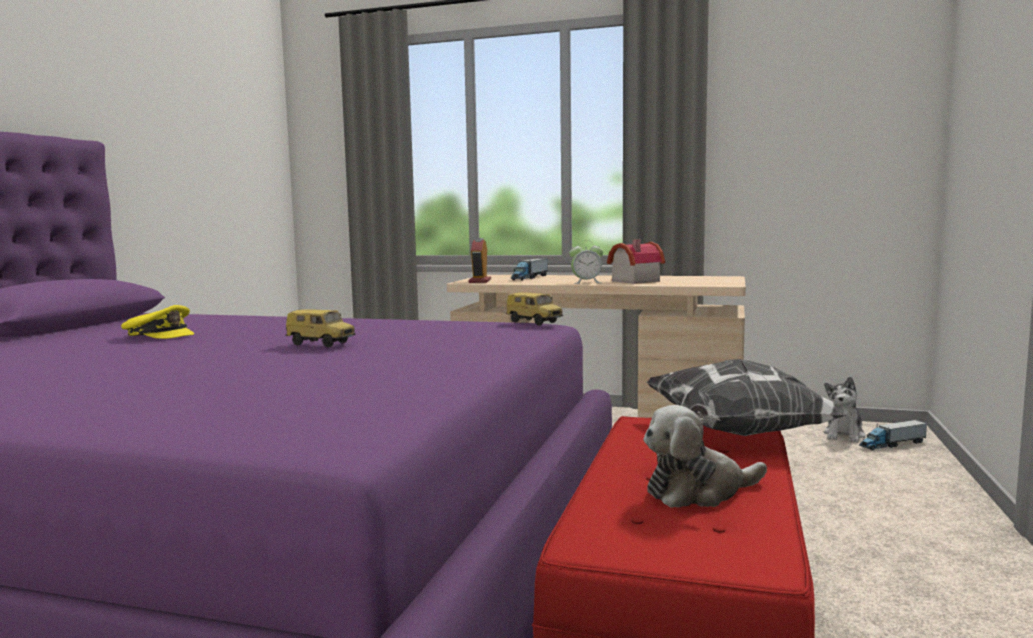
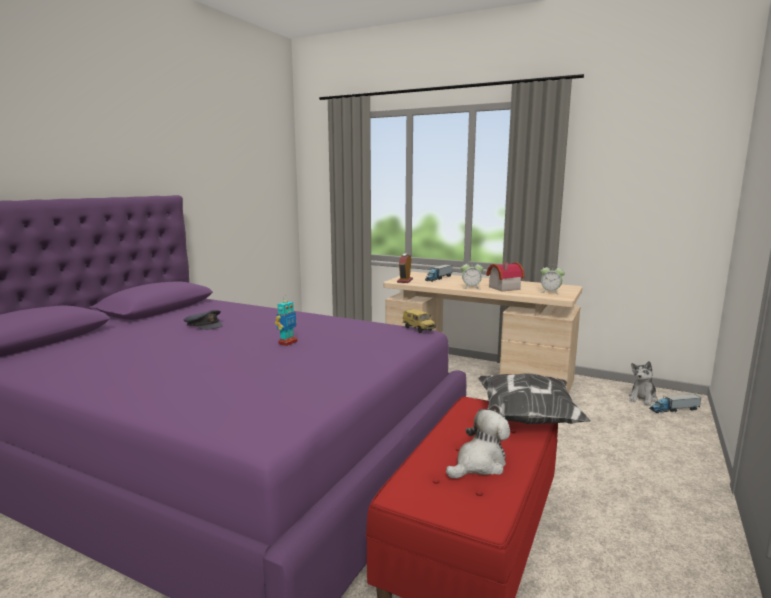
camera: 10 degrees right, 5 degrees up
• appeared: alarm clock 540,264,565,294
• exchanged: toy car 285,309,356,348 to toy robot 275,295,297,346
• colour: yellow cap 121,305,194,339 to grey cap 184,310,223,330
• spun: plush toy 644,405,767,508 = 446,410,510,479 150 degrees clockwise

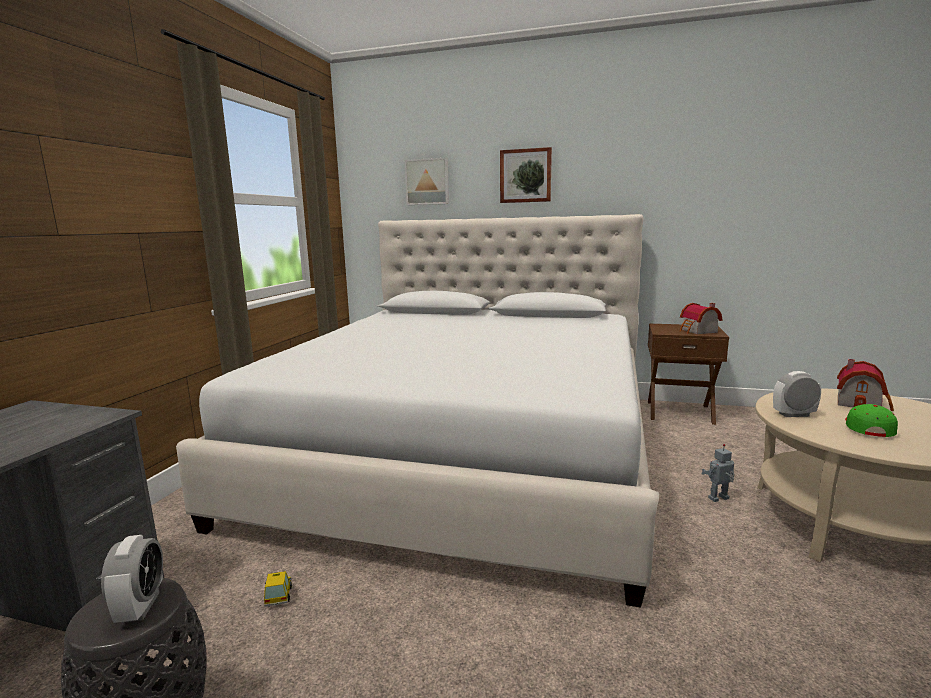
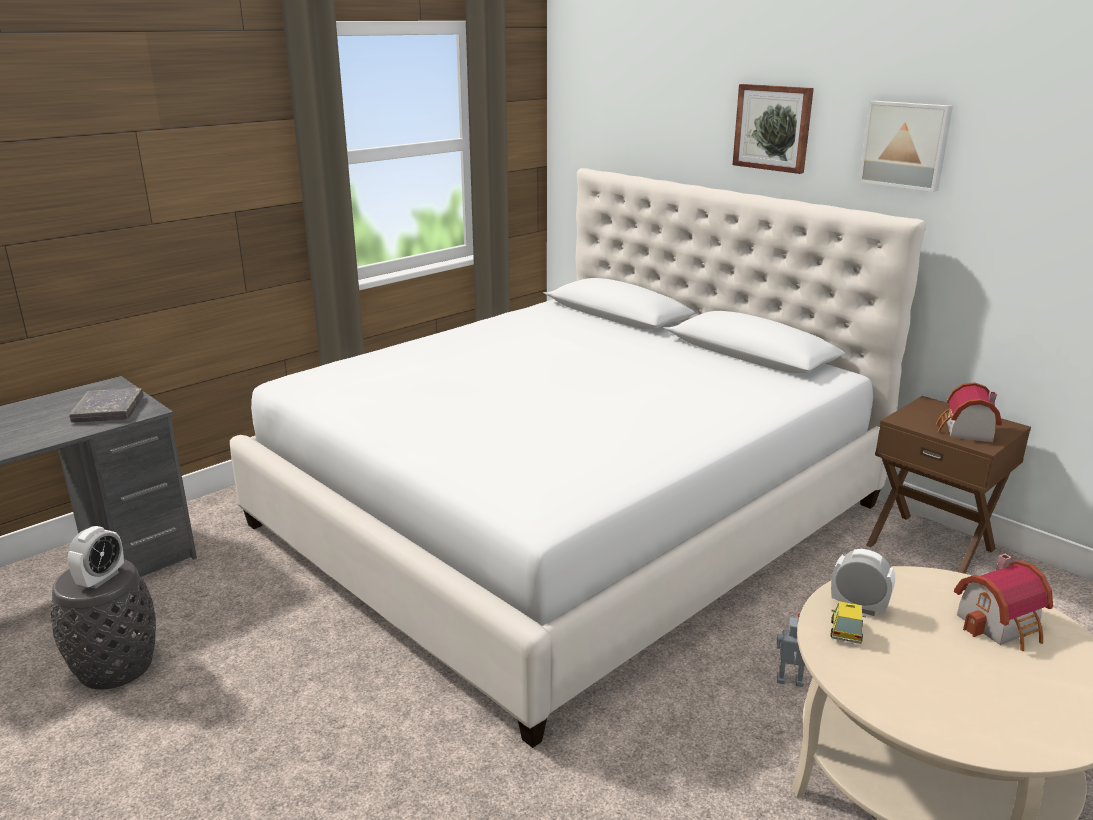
camera: 30 degrees right, 10 degrees up
• missing: green cap 845,404,898,437
• appeared: grey book 69,388,144,423
• relocated: toy car 264,571,292,607 to 830,601,866,644
• relocated: picture 405,158,449,205 to 858,101,953,192

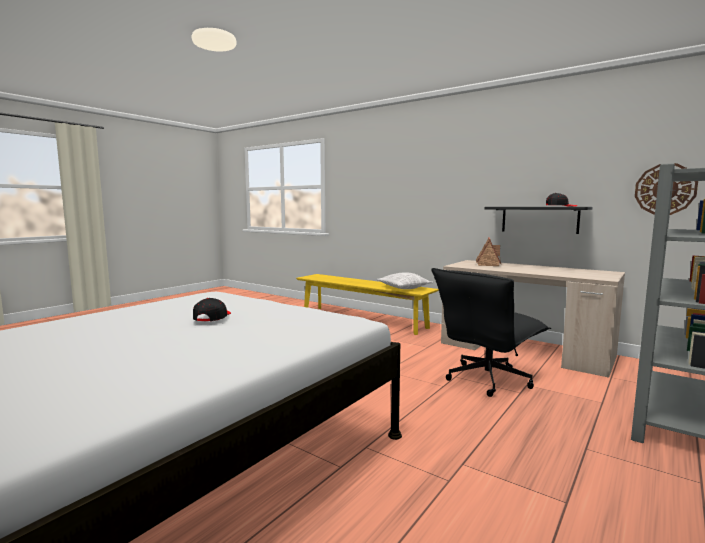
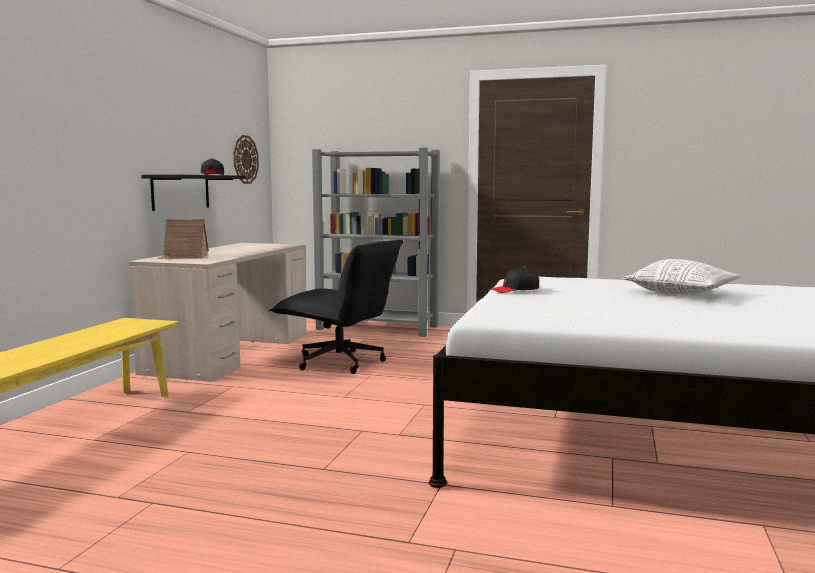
camera: 110 degrees left, 0 degrees up
• relocated: black cap 193,298,231,321 to 490,266,539,293
• relocated: pillow 376,272,433,289 to 622,259,741,294

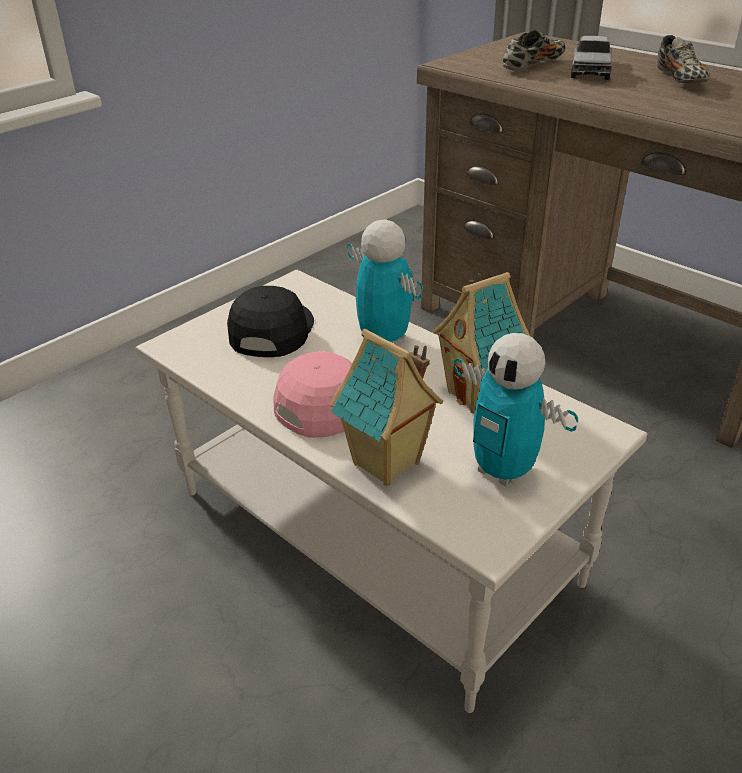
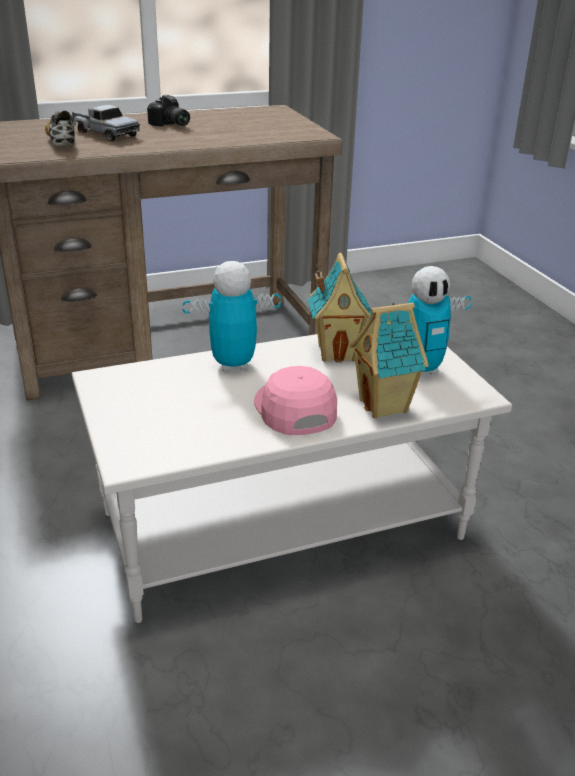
camera: 65 degrees left, 5 degrees down
• missing: black cap 227,286,314,357
• exchanged: shoe 657,35,710,84 to photo camera 147,95,190,127

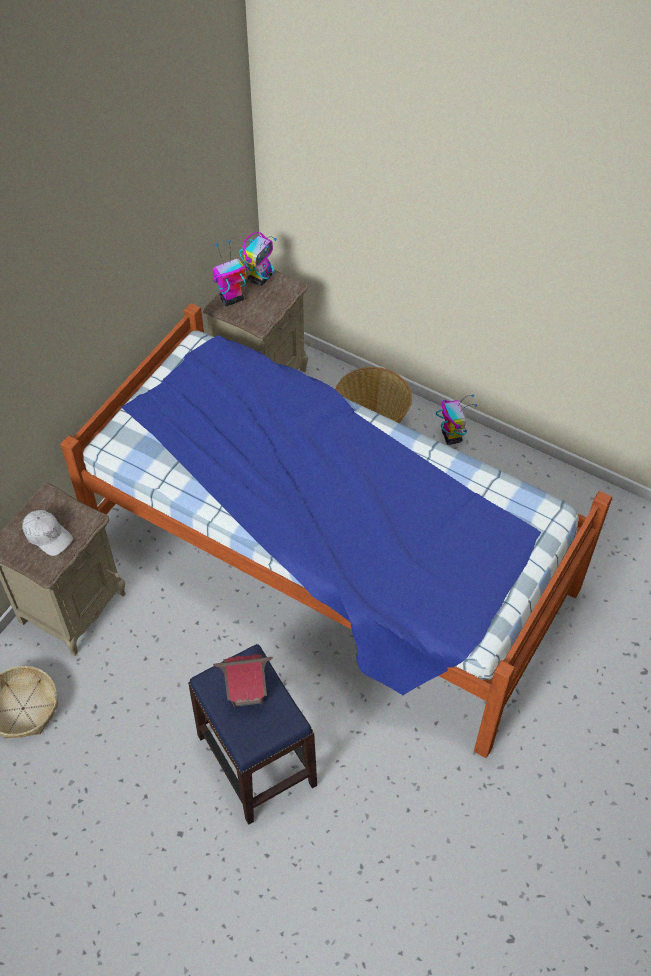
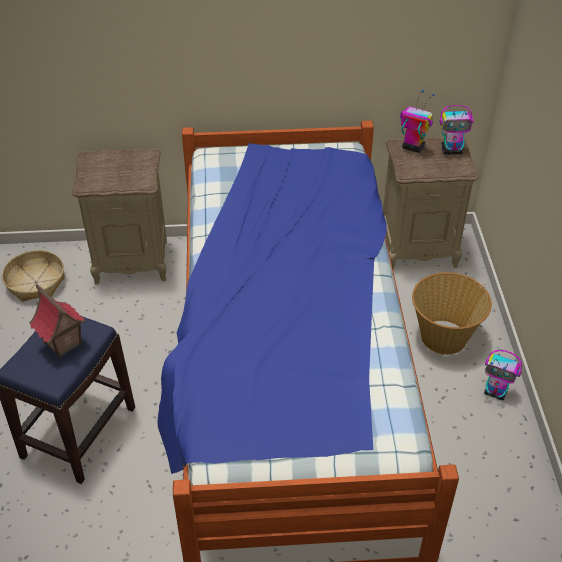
camera: 55 degrees right, 10 degrees down
• missing: white cap 22,510,73,556
• spun: toy robot 436,395,477,445 = 484,350,522,401 75 degrees clockwise

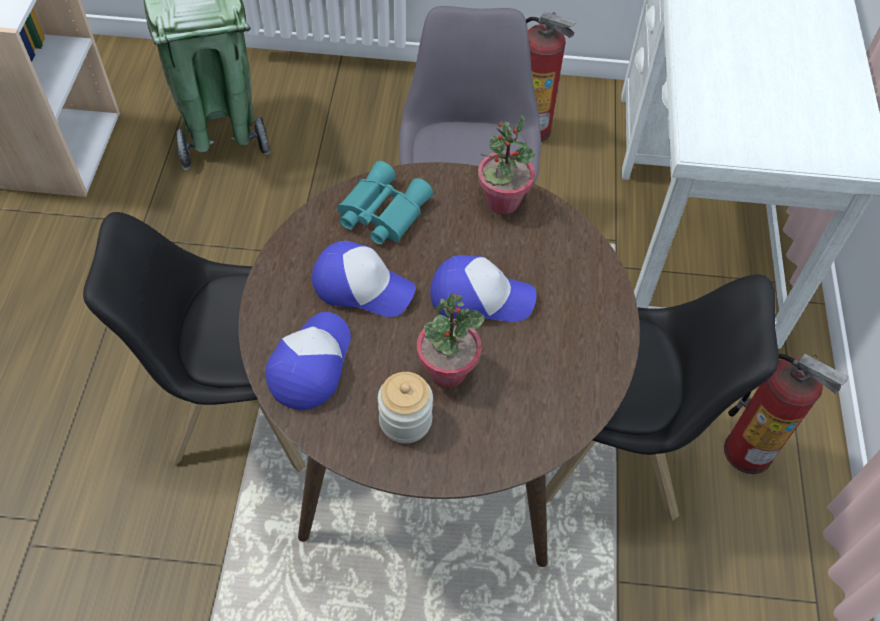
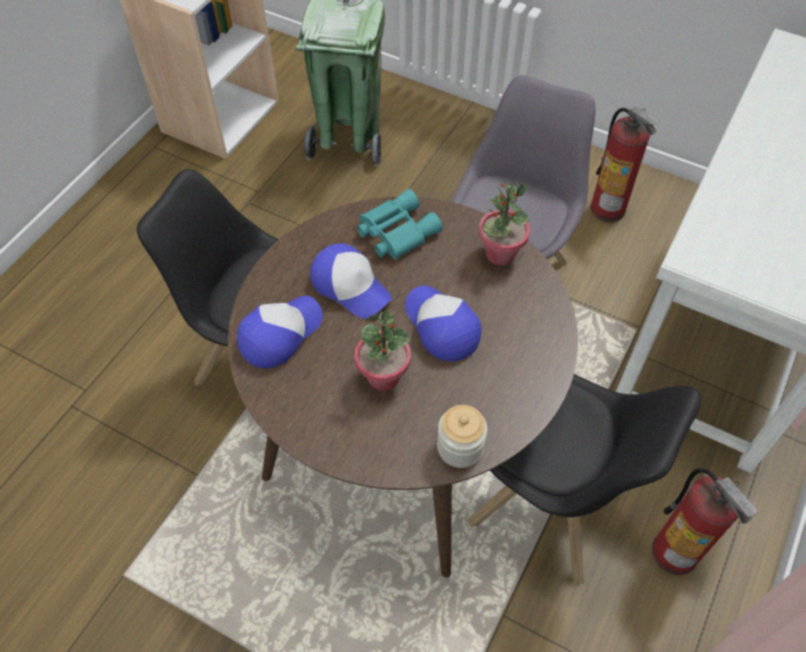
camera: 25 degrees right, 0 degrees up
• relocated: jar 378,372,433,444 to 437,405,487,468
• spun: cap 430,255,537,322 = 405,285,482,362 150 degrees counterclockwise

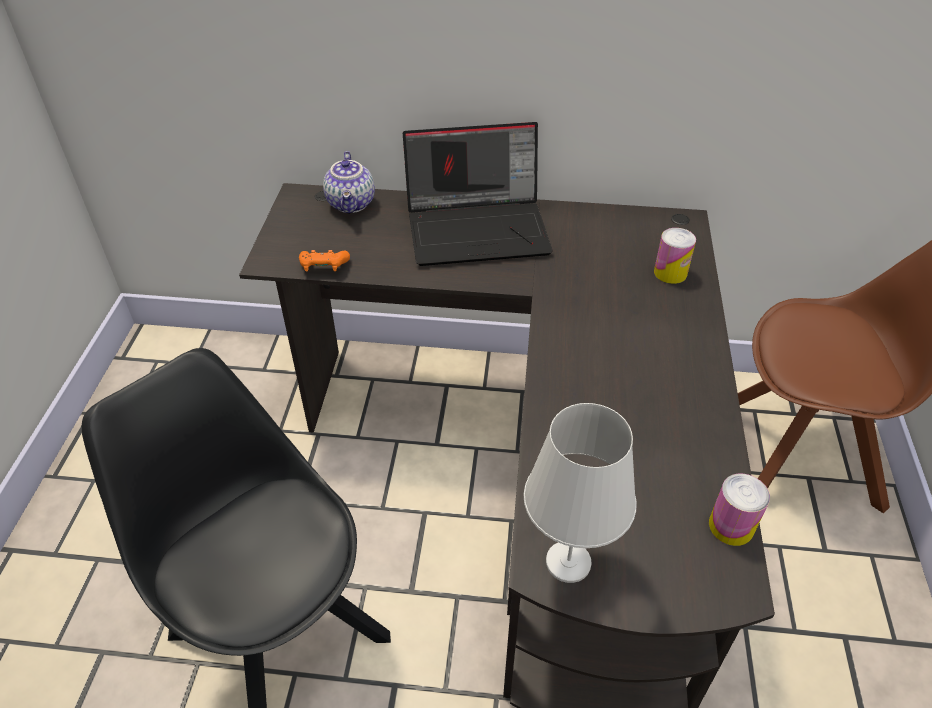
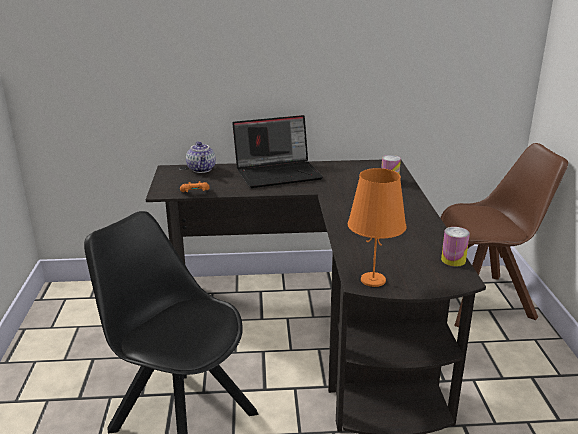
camera: 10 degrees left, 20 degrees down
• colour: white table lamp 523,403,637,583 to orange table lamp 348,168,406,287

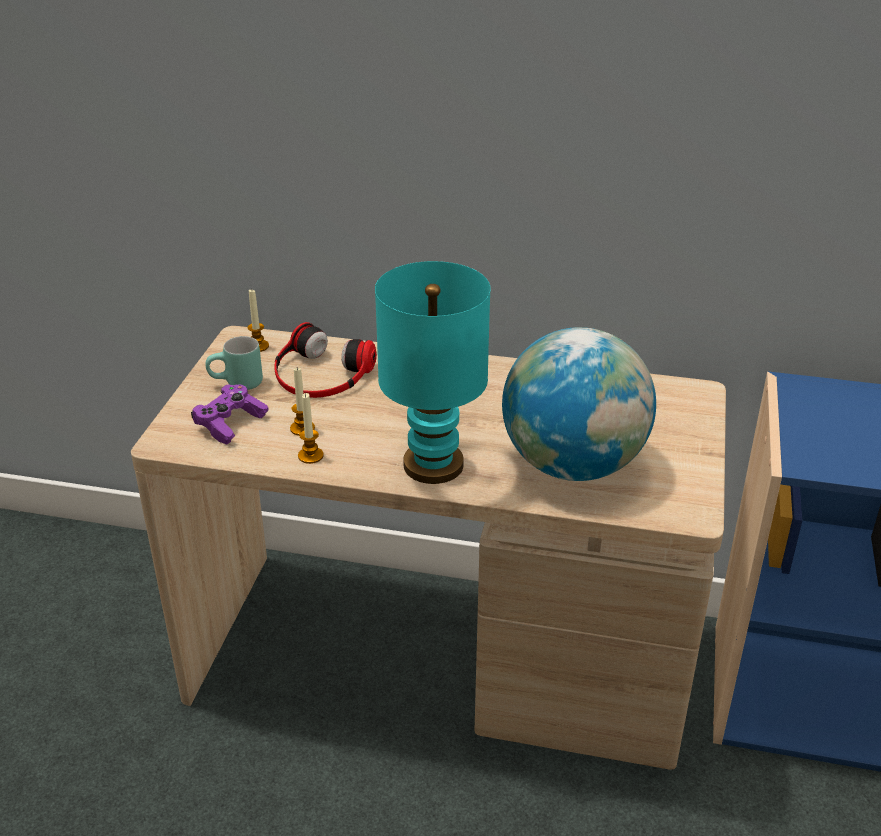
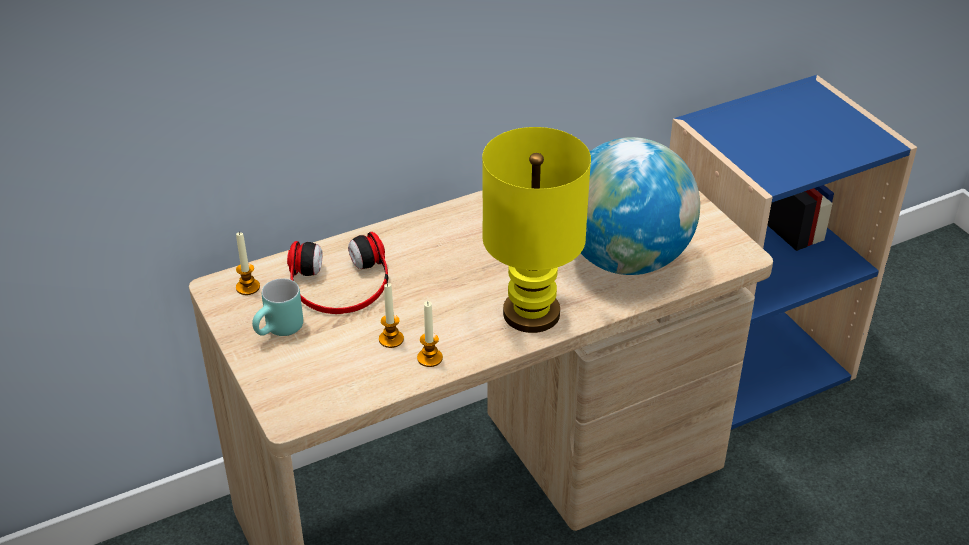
camera: 40 degrees left, 5 degrees up
• missing: purple game controller 191,384,269,445
• colour: turquoise table lamp 375,261,491,484 to yellow table lamp 482,127,591,333

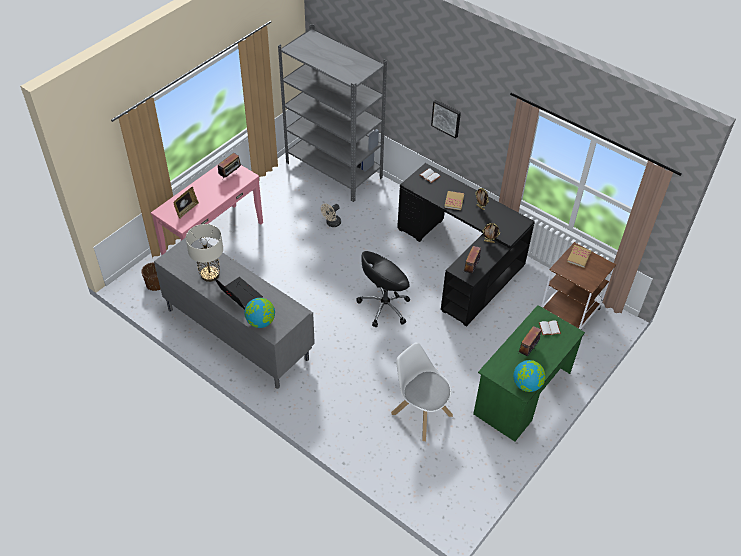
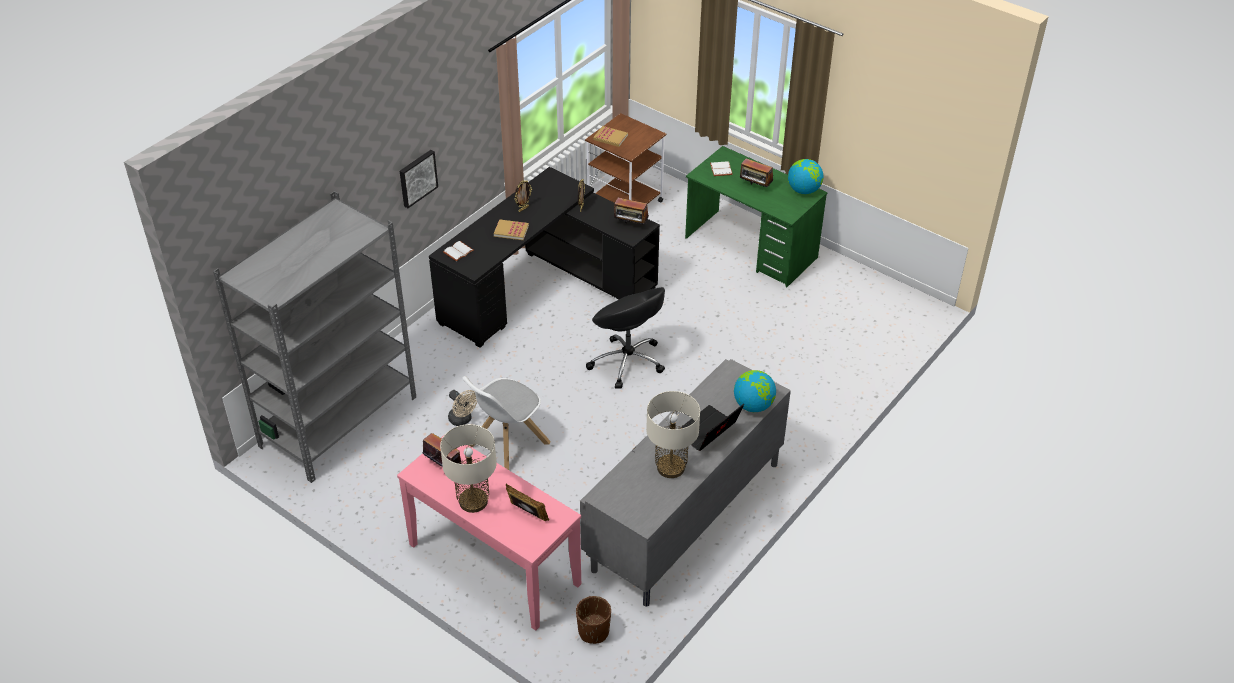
camera: 90 degrees left, 5 degrees down
• appeared: table lamp 440,424,497,513
• relocated: chair 391,342,453,441 to 462,376,550,470

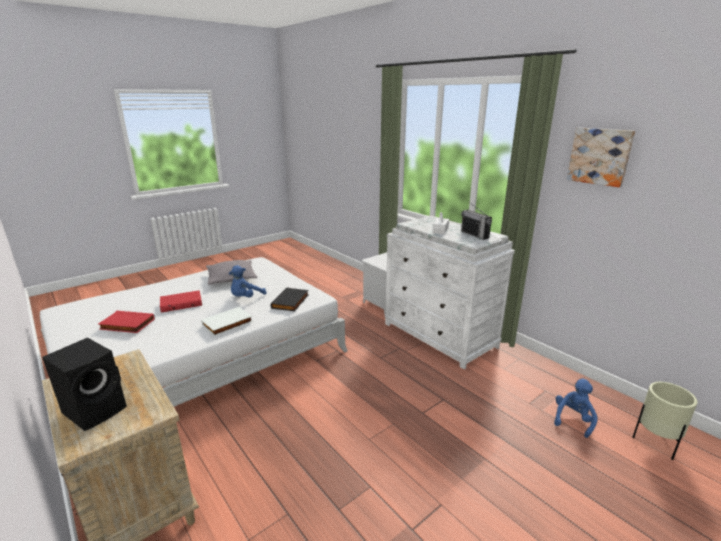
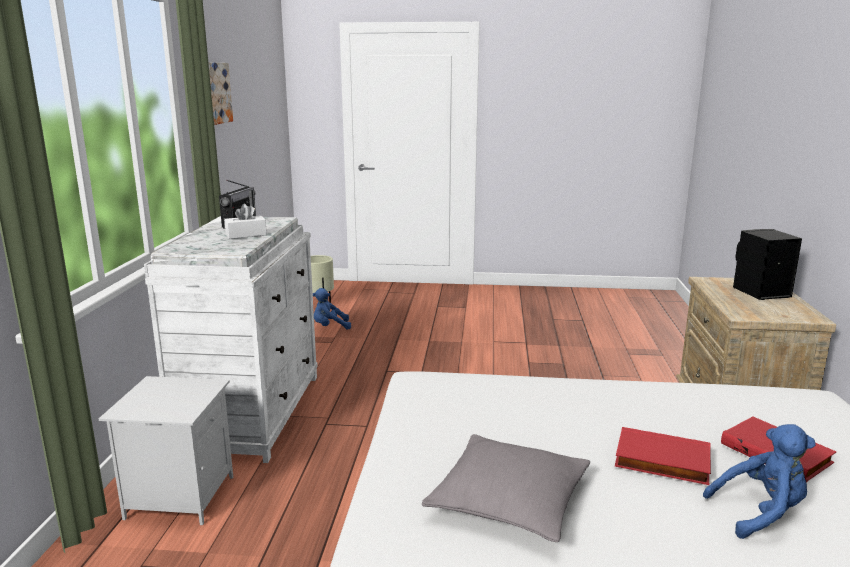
camera: 135 degrees left, 5 degrees down
• missing: white book 201,307,253,336
• missing: black book 271,287,309,311
• relocated: blue plush toy 229,265,266,297 to 703,424,816,539

